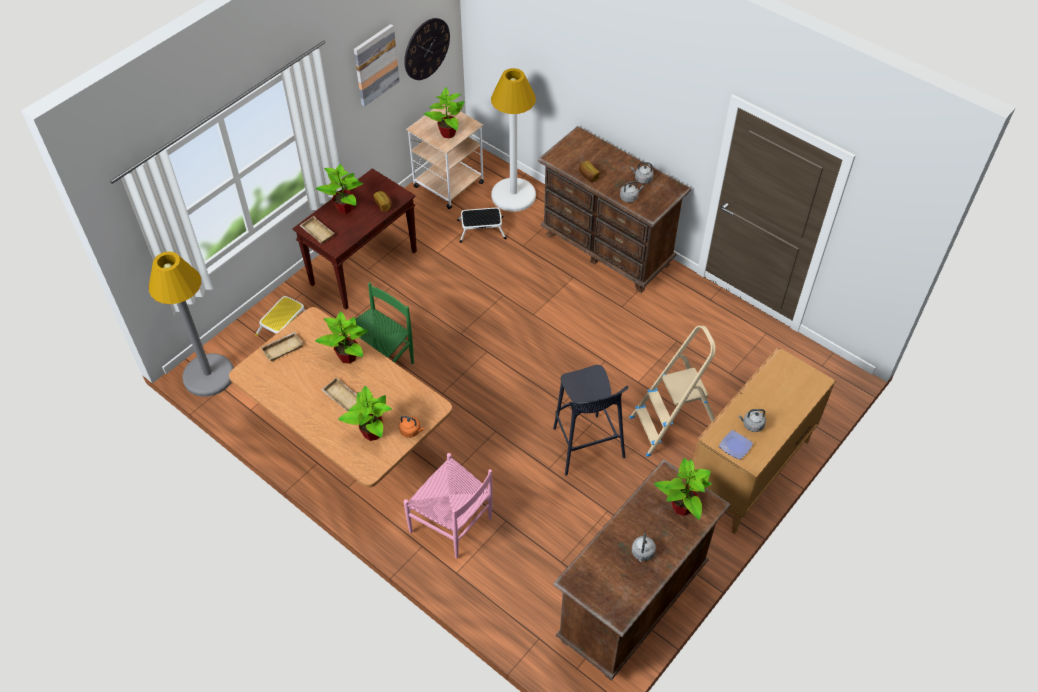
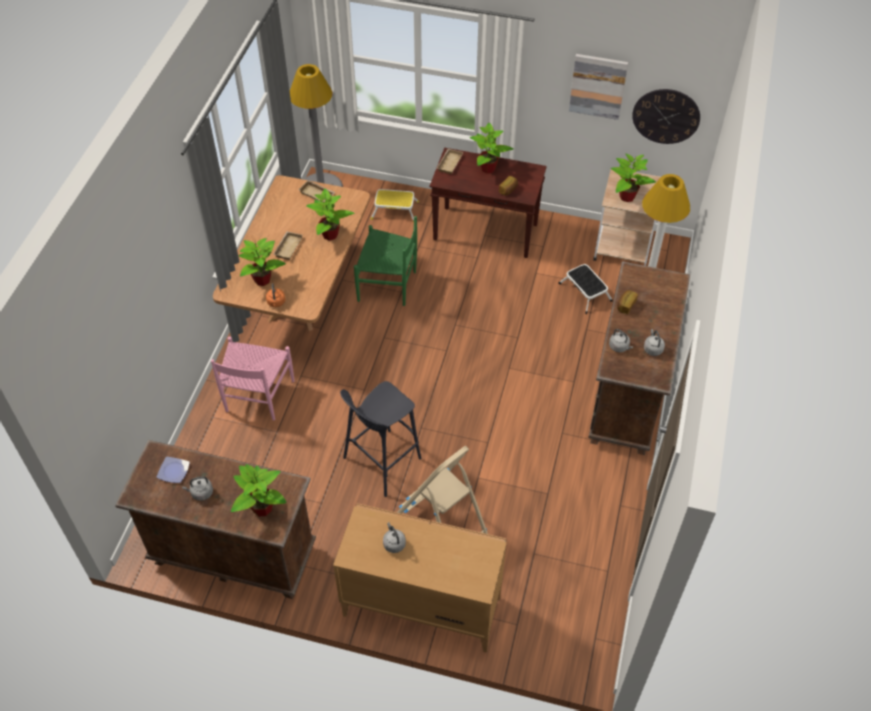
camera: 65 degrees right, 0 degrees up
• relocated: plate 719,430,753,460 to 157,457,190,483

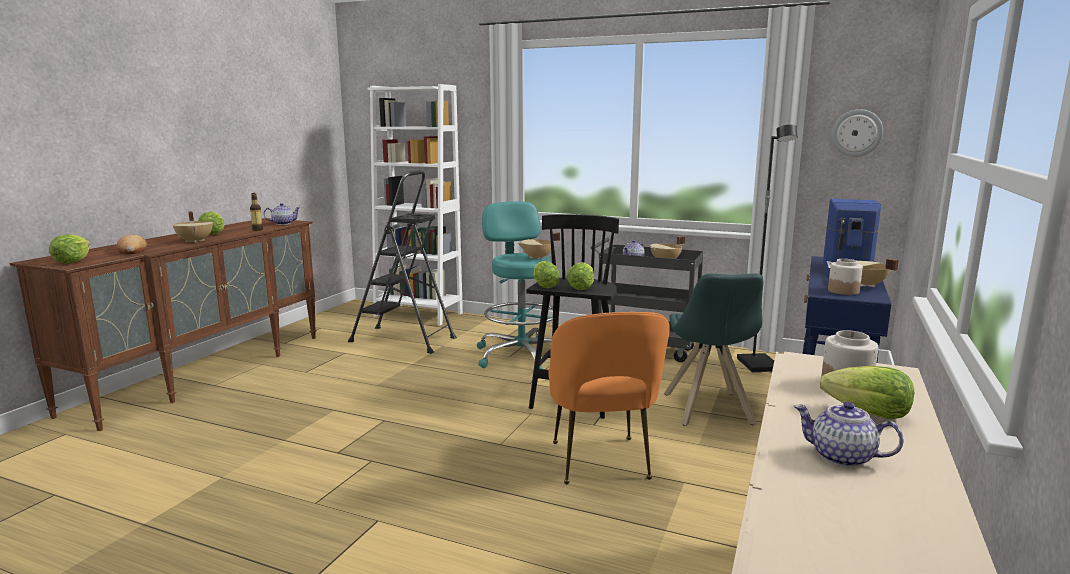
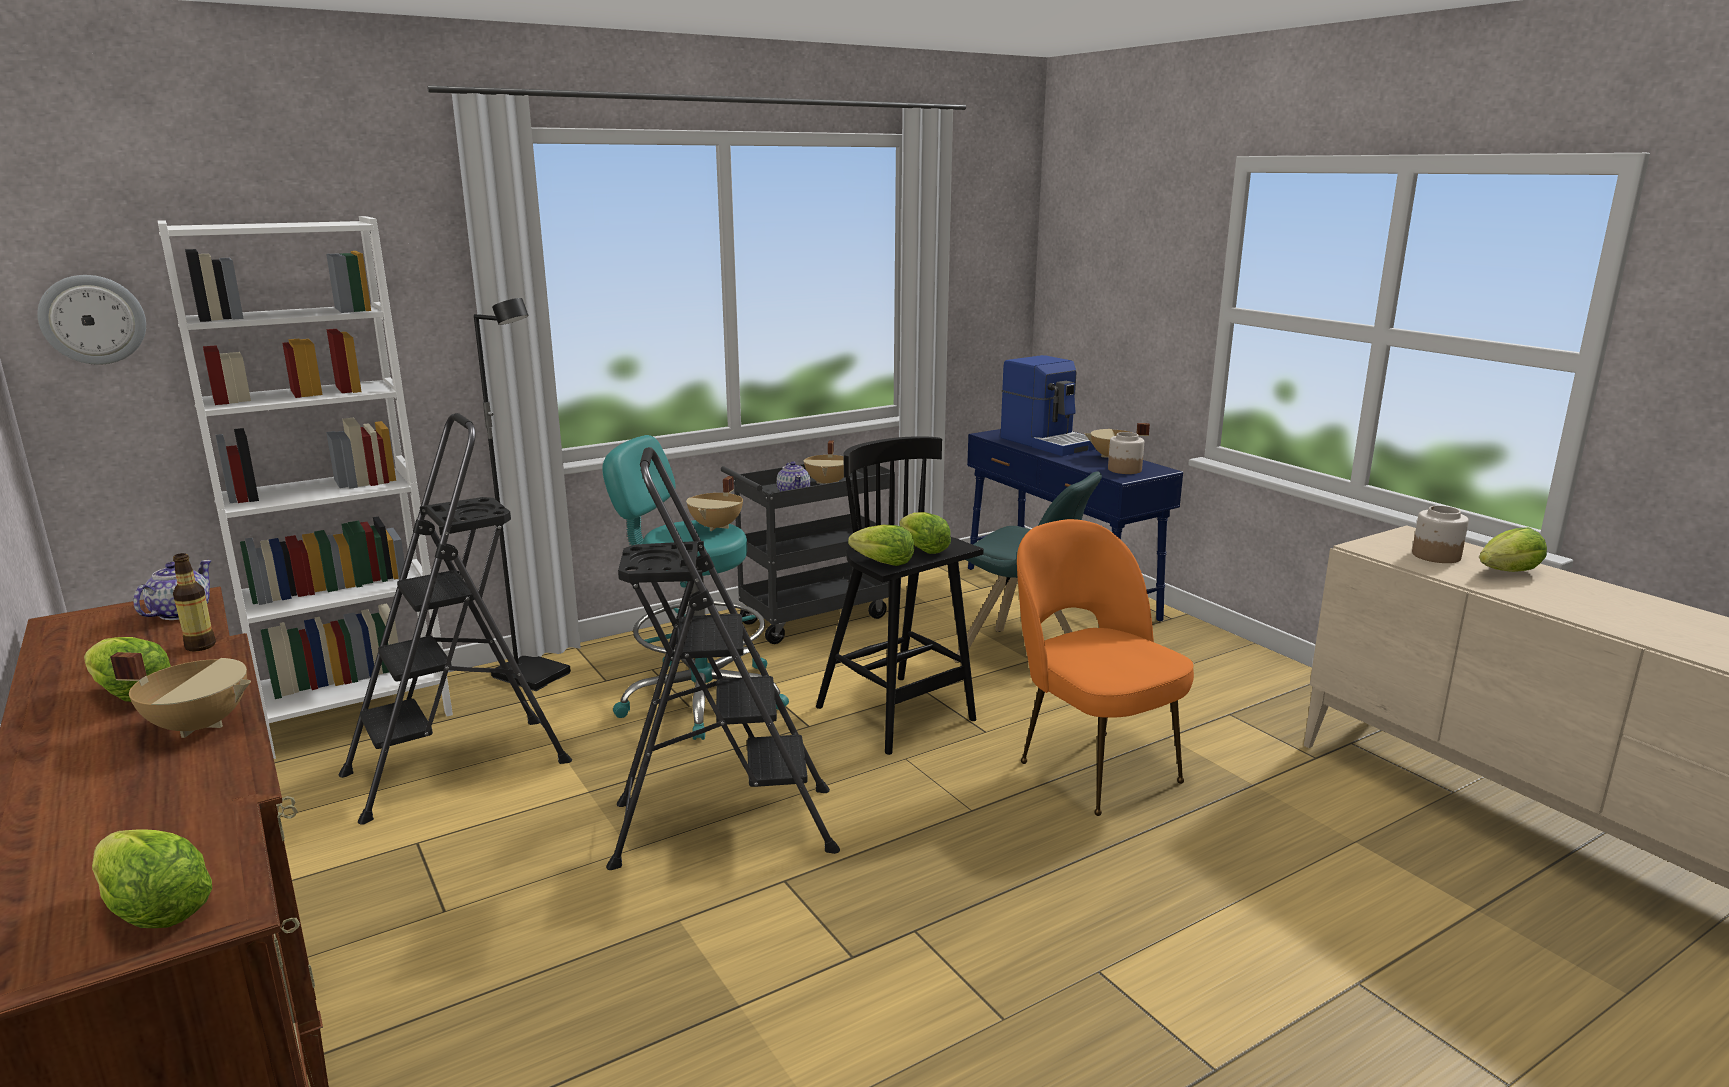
camera: 55 degrees left, 5 degrees up
• missing: bread 117,235,147,254
• missing: teapot 794,401,904,467
• appeared: step ladder 606,447,840,870
• relocated: black floor lamp 737,125,797,373 to 474,298,571,691
• relocated: wall clock 831,109,883,157 to 37,275,146,365
• spun: orange chair 548,312,670,484 = 1017,519,1194,816 150 degrees counterclockwise

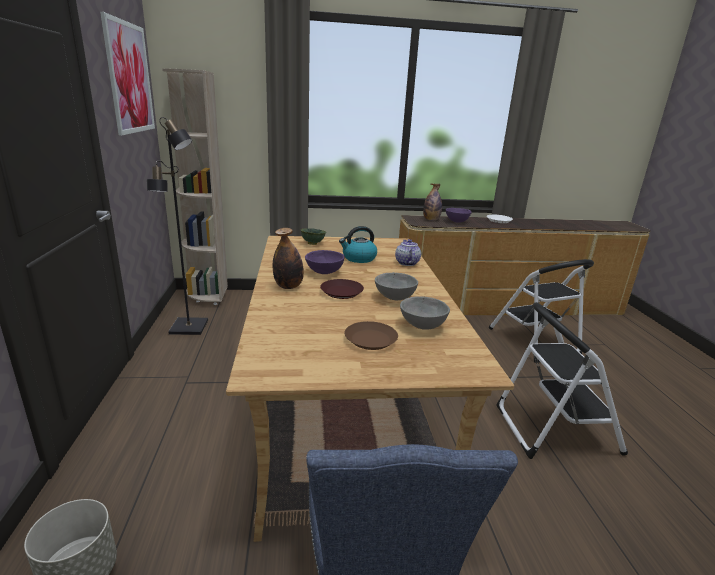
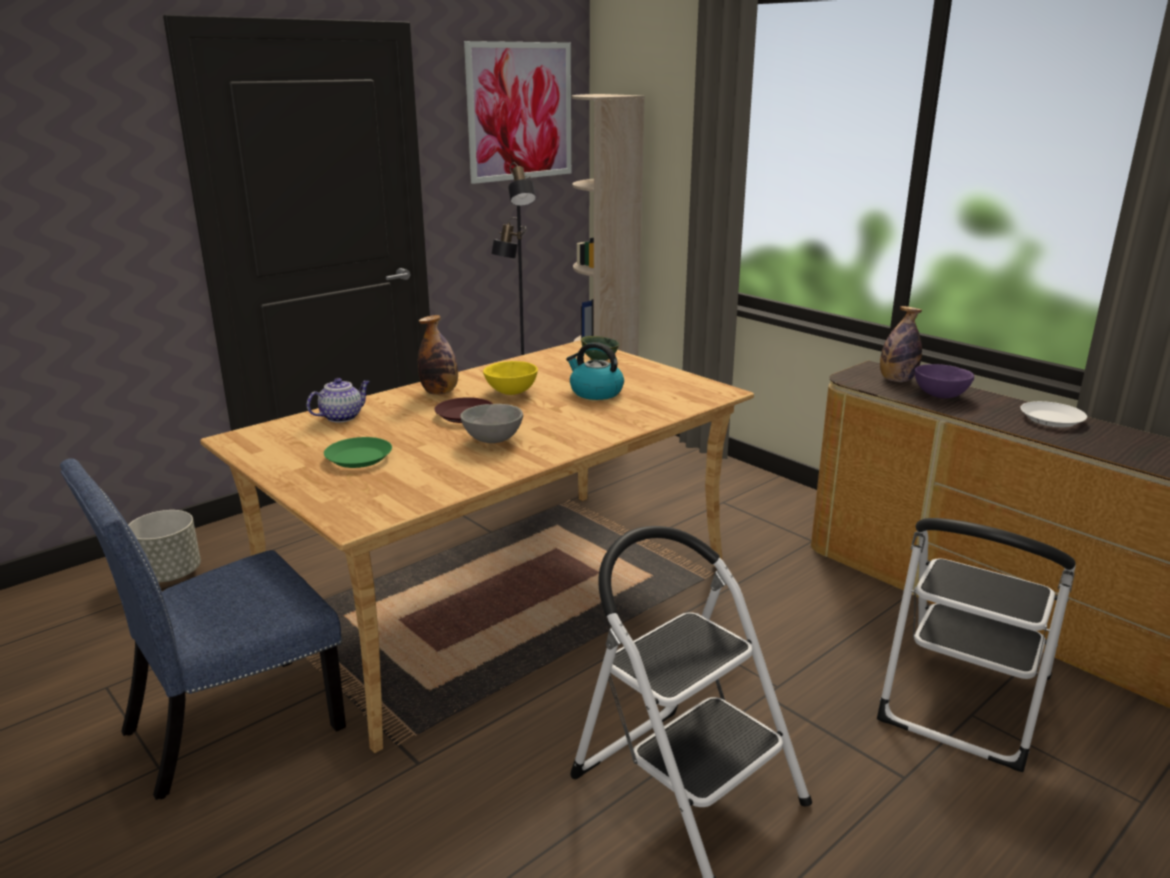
camera: 55 degrees right, 0 degrees up
• missing: grey bowl 400,296,450,330
• relocated: teapot 395,239,421,266 to 307,378,370,423
• colour: purple bowl 305,250,344,274 to yellow bowl 483,361,538,395
• colour: brown plate 345,321,398,350 to green plate 324,437,392,468

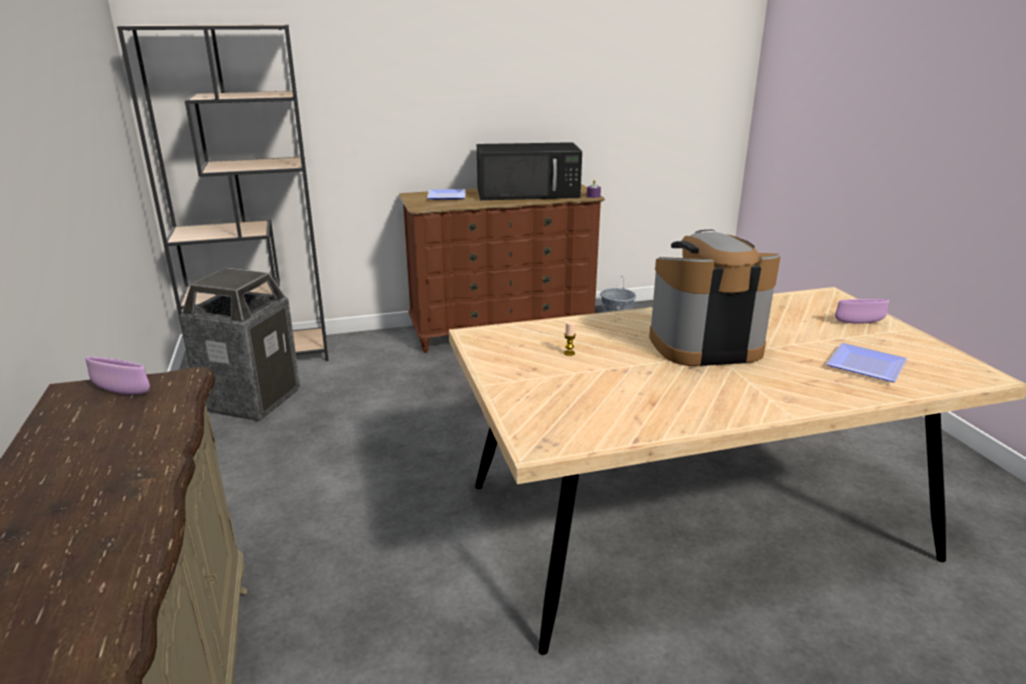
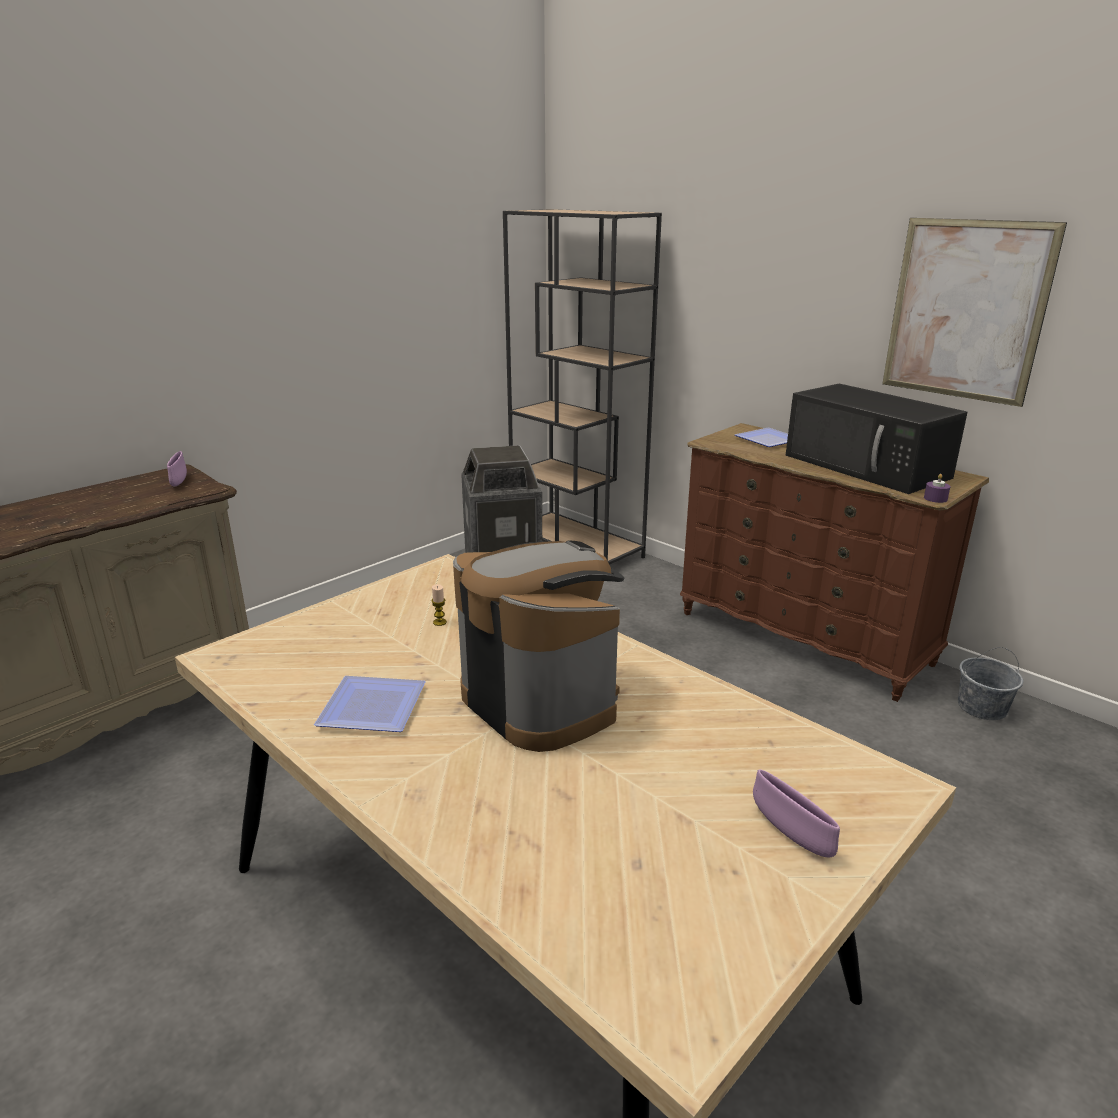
camera: 60 degrees right, 0 degrees up
• appeared: picture 882,218,1067,407
• relocated: plate 826,343,907,382 to 314,676,426,732

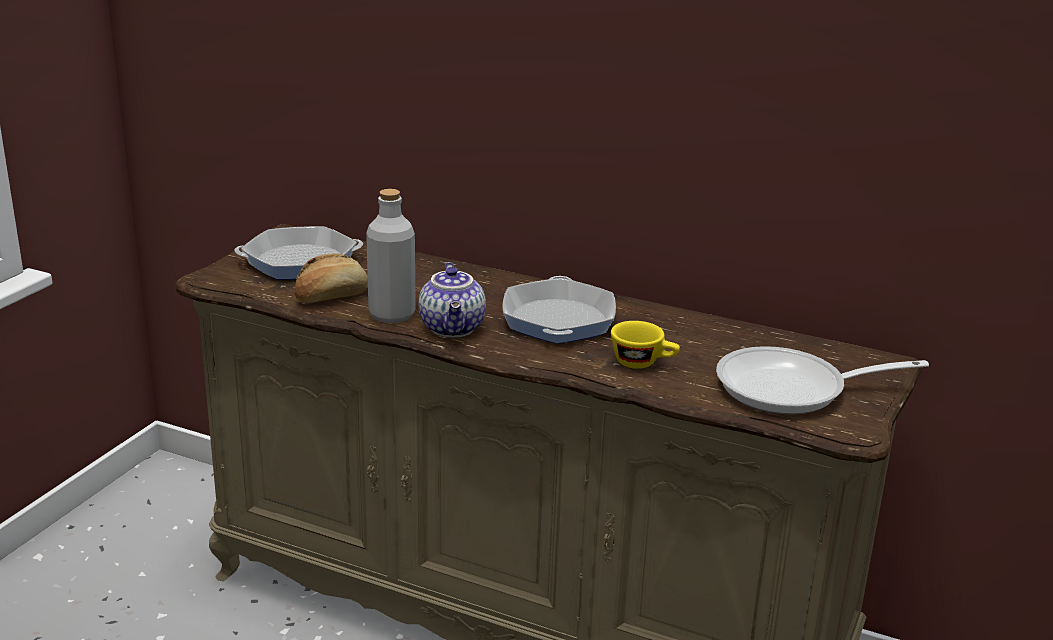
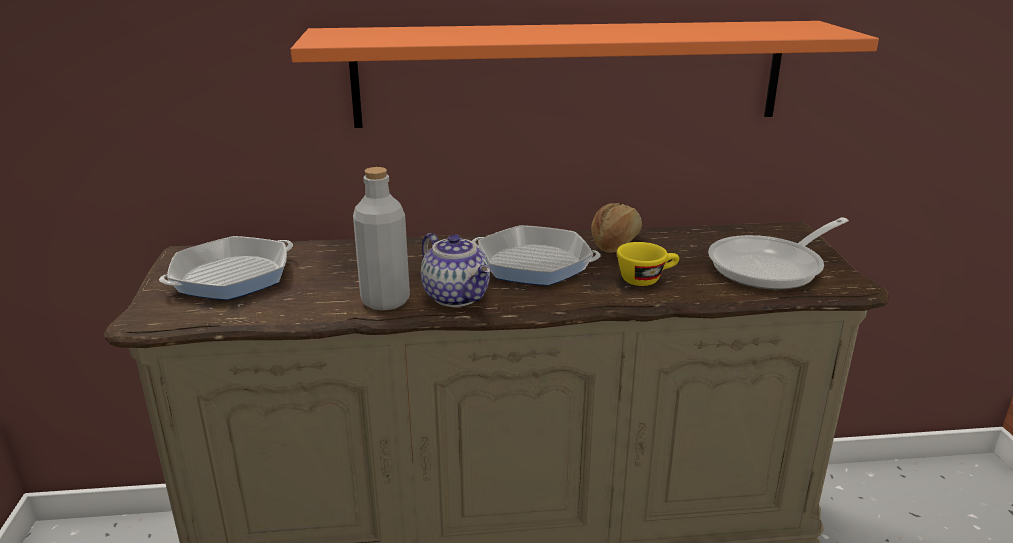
camera: 30 degrees left, 0 degrees up
• appeared: orange shelf 291,21,879,128
• relocated: bread 295,253,368,303 to 591,203,642,253
• spun: frying pan 502,276,616,344 = 472,225,601,286 135 degrees clockwise

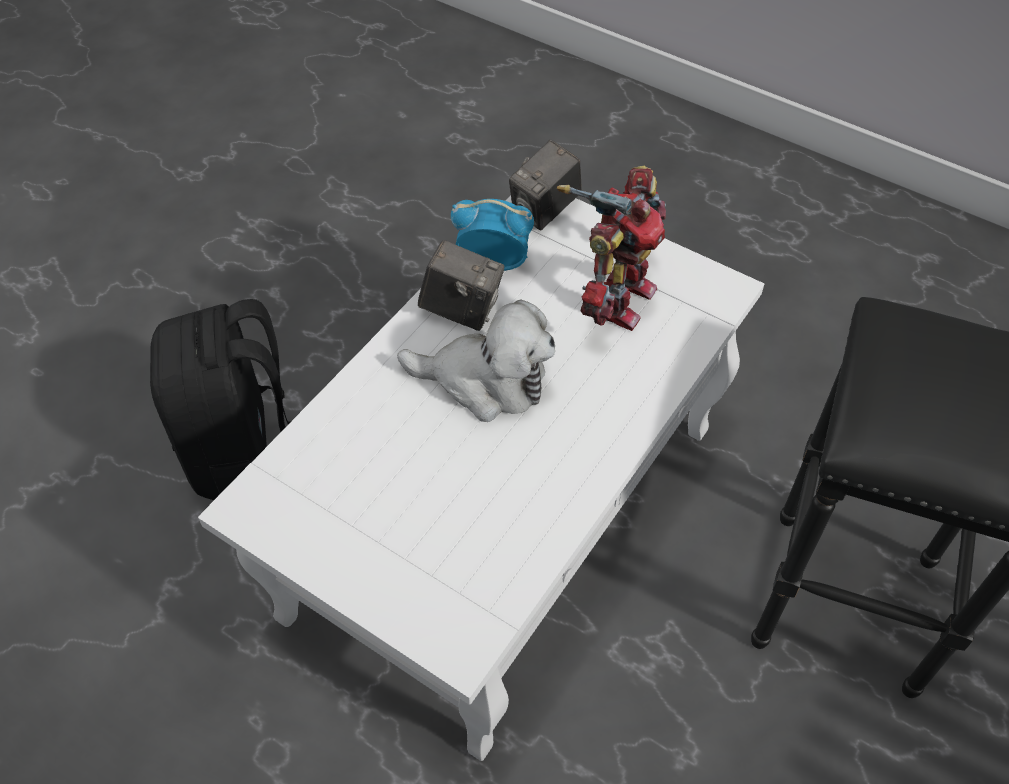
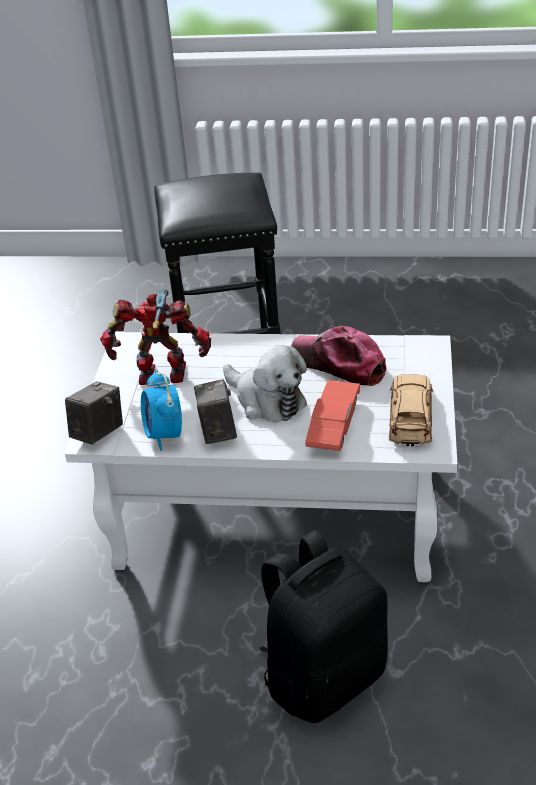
camera: 115 degrees left, 15 degrees down
• appeared: cap 291,326,386,386
• appeared: red toy car 305,380,360,451
• appeared: beige toy car 389,374,433,447
• spun: plush toy 397,299,555,422 = 223,345,307,422 150 degrees clockwise
• spun: photo camera 509,140,582,230 = 65,381,123,444 75 degrees counterclockwise

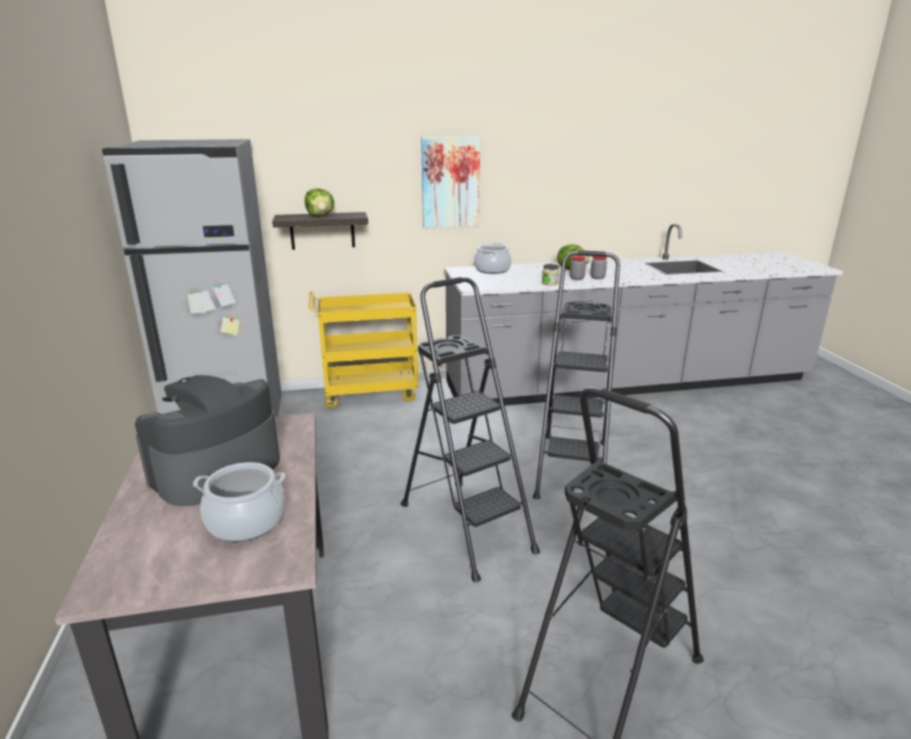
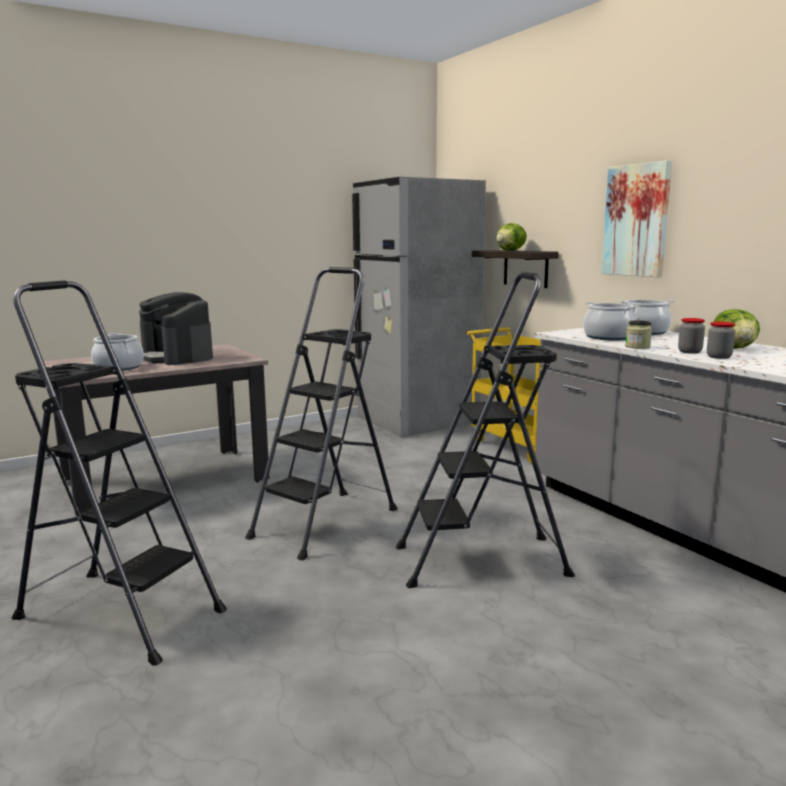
camera: 70 degrees right, 10 degrees down
• appeared: cooking pot 583,302,639,341
• spun: coffee machine 135,375,280,506 = 139,292,213,365 150 degrees counterclockwise

